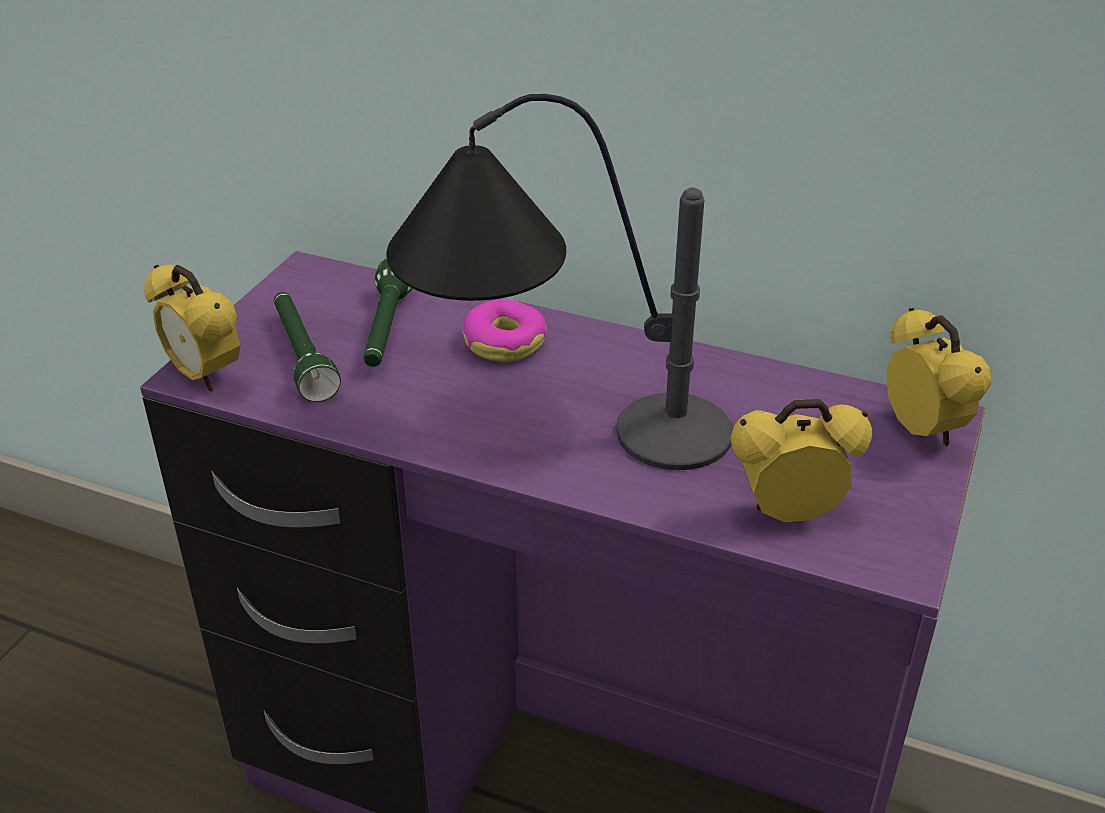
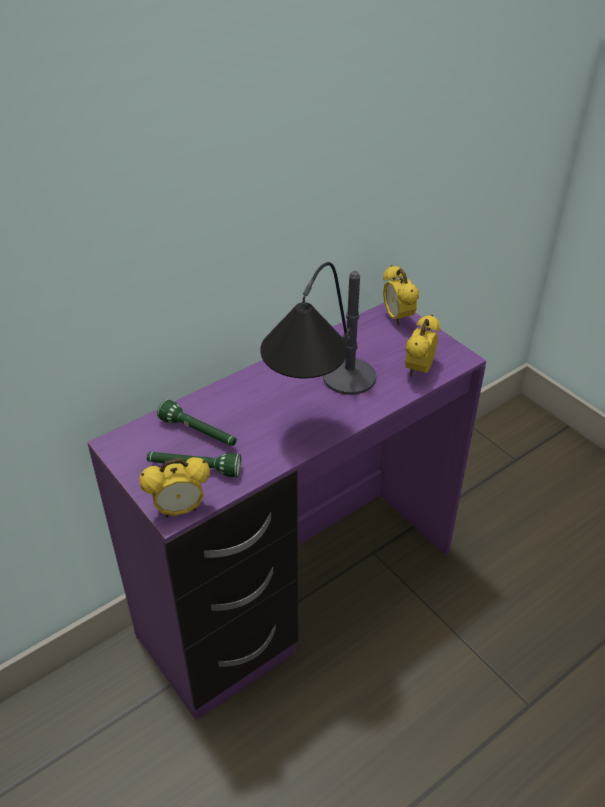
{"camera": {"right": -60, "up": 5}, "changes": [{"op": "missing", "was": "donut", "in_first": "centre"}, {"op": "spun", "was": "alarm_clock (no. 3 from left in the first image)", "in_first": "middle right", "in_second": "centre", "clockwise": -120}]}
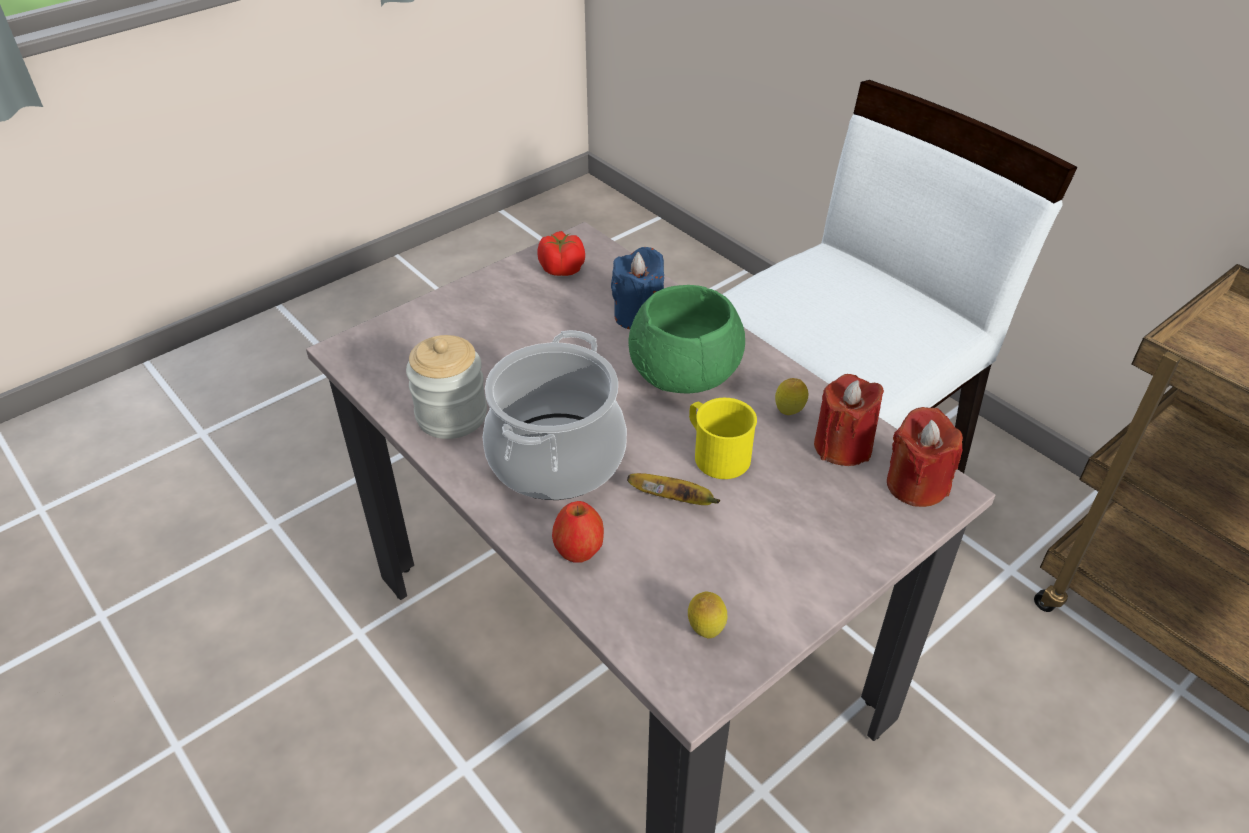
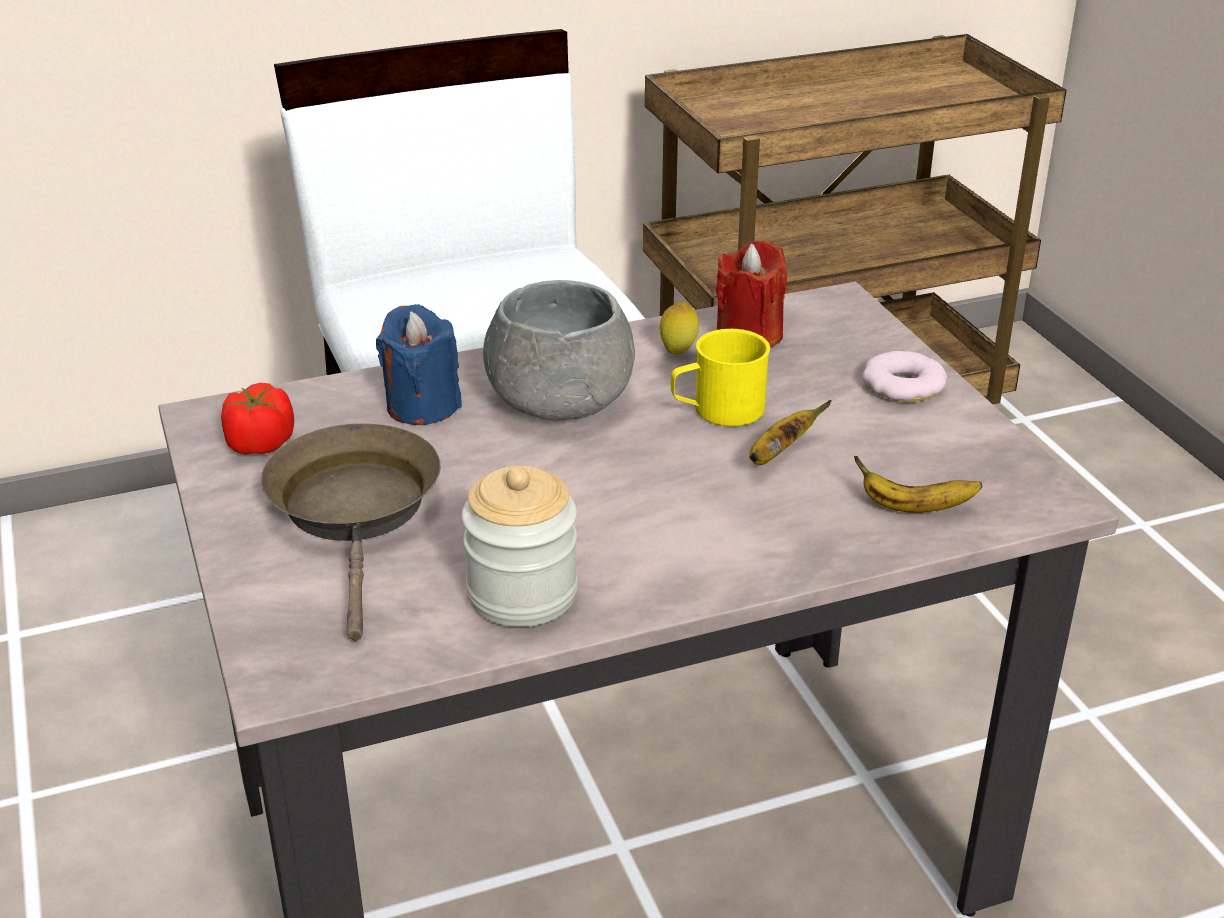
{"camera": {"right": -70, "up": -10}, "changes": [{"op": "missing", "was": "cooking_pot", "in_first": "centre"}, {"op": "missing", "was": "apple", "in_first": "centre"}, {"op": "missing", "was": "lemon (no. 1 from left)", "in_first": "bottom centre"}, {"op": "missing", "was": "red_candle (no. 2 from left)", "in_first": "middle right"}, {"op": "appeared", "now": "brown_frying_pan", "in_second": "middle left"}, {"op": "appeared", "now": "banana (no. 2 from left)", "in_second": "middle right"}, {"op": "appeared", "now": "donut", "in_second": "middle right"}, {"op": "colour", "was": "green_bowl", "now": "grey_bowl", "in_first": "centre", "in_second": "centre"}]}
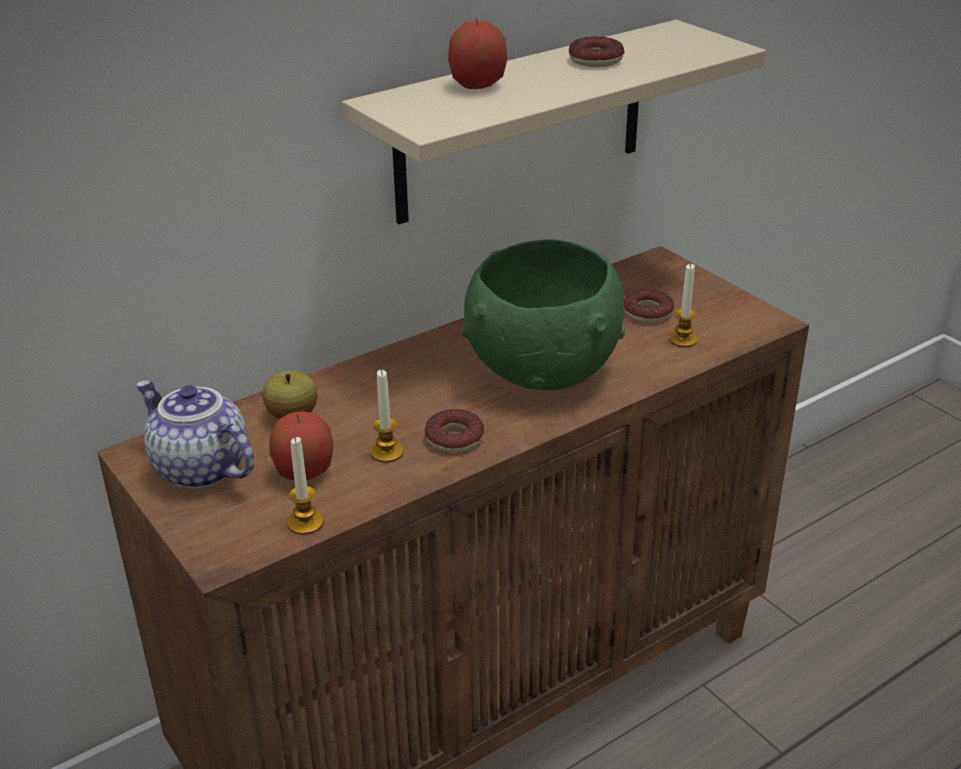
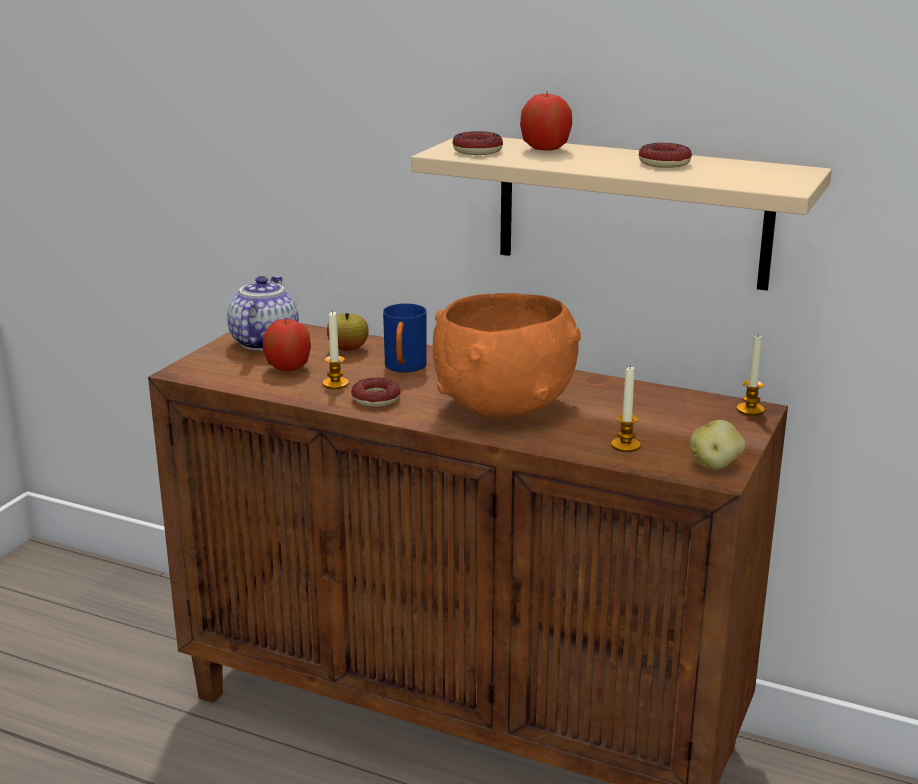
{"camera": {"right": 60, "up": -10}, "changes": [{"op": "appeared", "now": "blue_mug", "in_second": "centre"}, {"op": "appeared", "now": "potato", "in_second": "middle right"}, {"op": "relocated", "was": "candle (no. 1 from left in the first image)", "now": "candle (no. 3 from left)", "in_first": "middle left", "in_second": "middle right"}, {"op": "relocated", "was": "donut (no. 3 from left in the first image)", "now": "donut (no. 2 from left)", "in_first": "middle right", "in_second": "top centre"}, {"op": "colour", "was": "green_bowl", "now": "orange_bowl", "in_first": "centre", "in_second": "centre"}]}
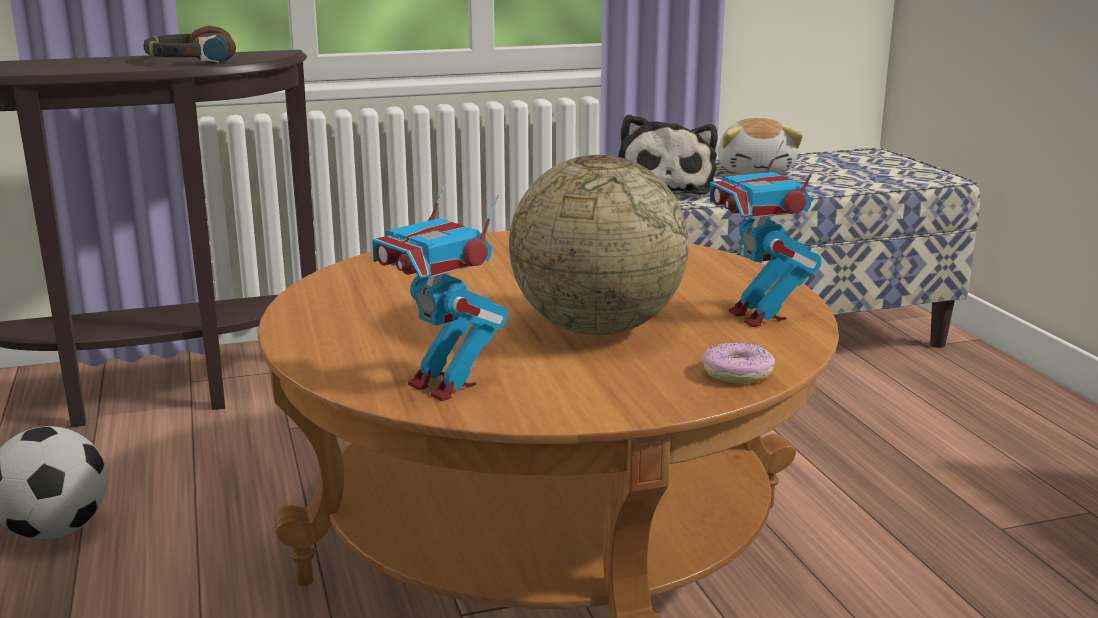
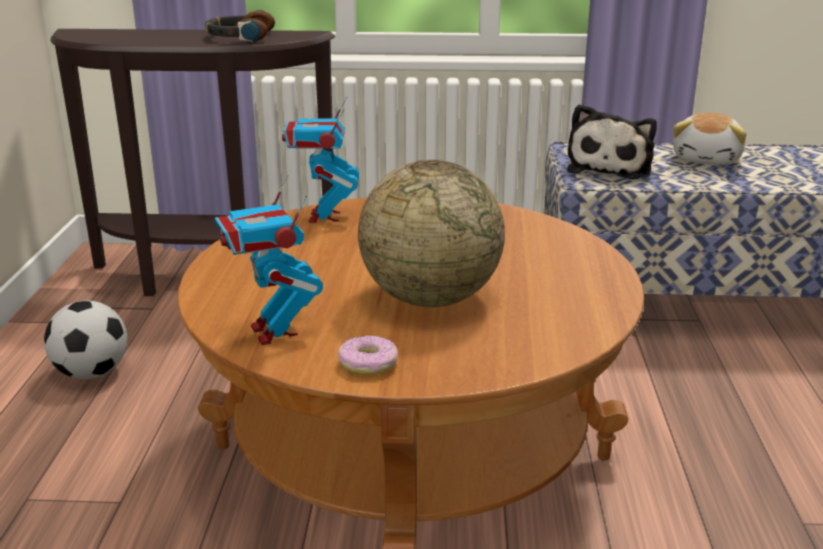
{"camera": {"right": 20, "up": 5}, "changes": [{"op": "relocated", "was": "donut", "in_first": "middle right", "in_second": "centre"}, {"op": "relocated", "was": "toy_robot (no. 2 from left)", "in_first": "middle right", "in_second": "top centre"}]}
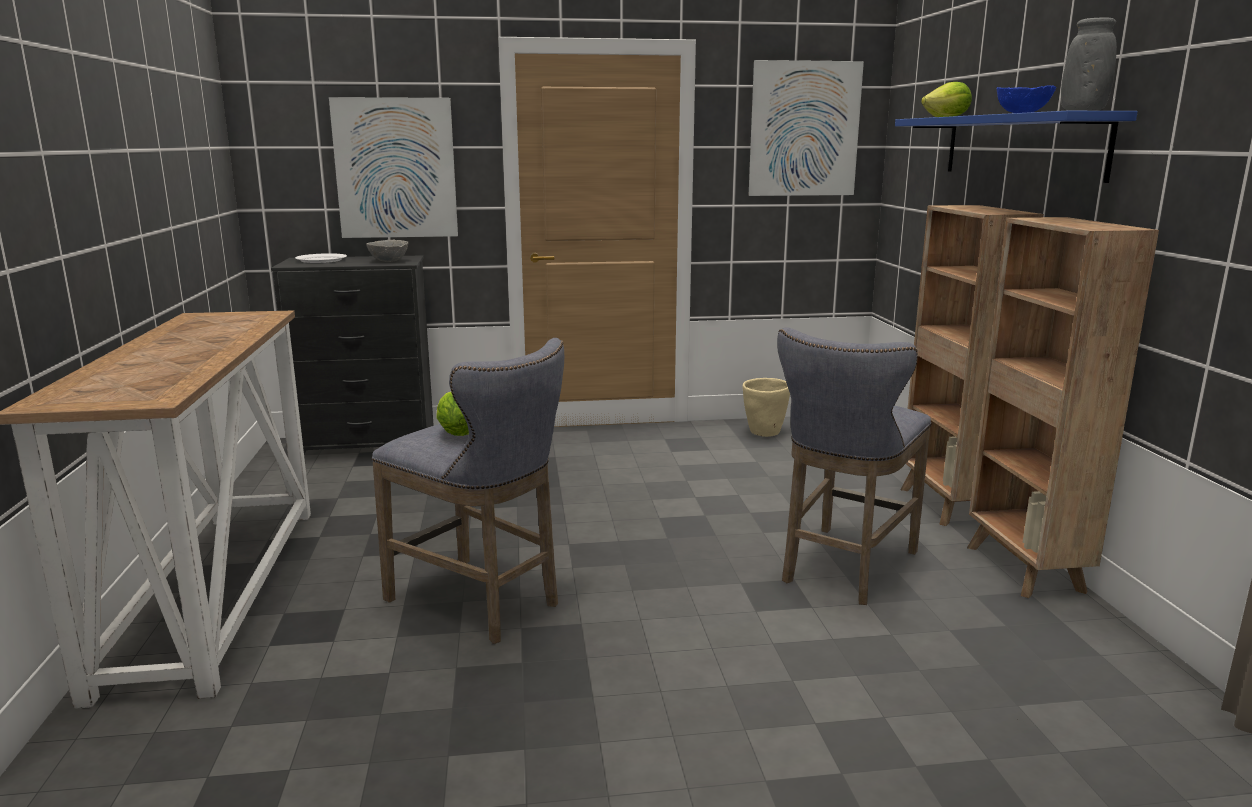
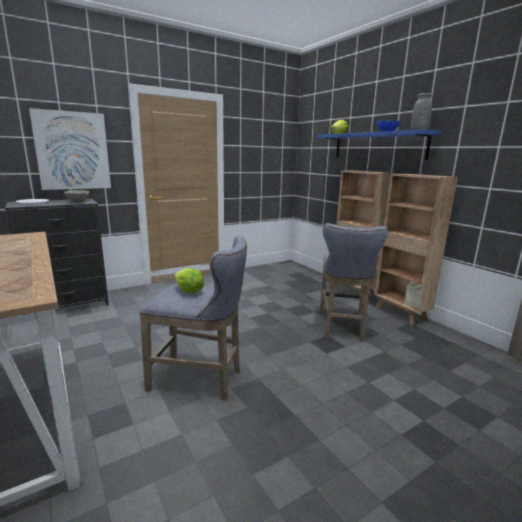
{"camera": {"right": -25, "up": 0}, "changes": [{"op": "missing", "was": "beige_planter", "in_first": "centre"}, {"op": "missing", "was": "picture (no. 2 from left)", "in_first": "top centre"}]}
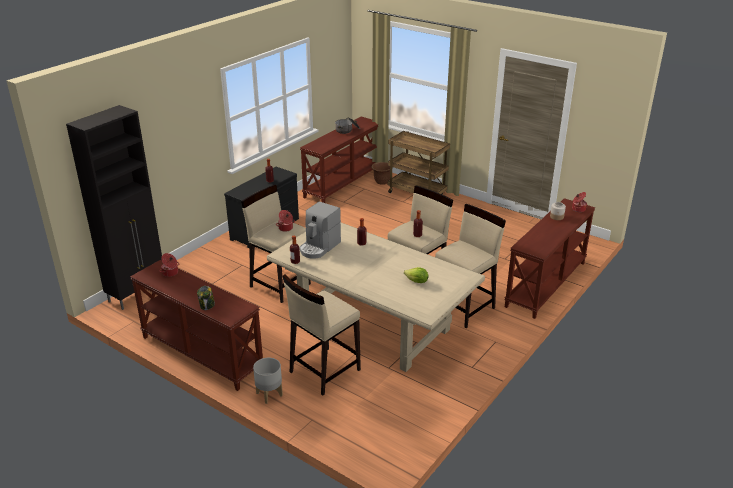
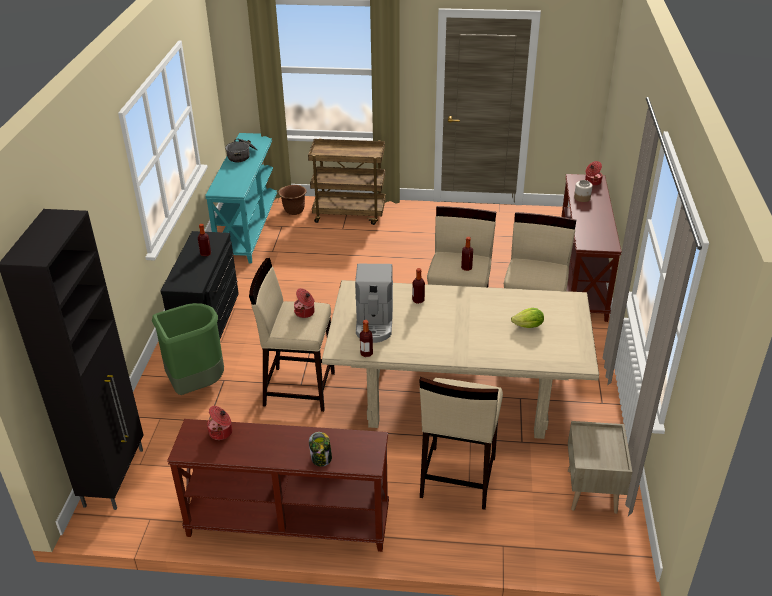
{"camera": {"right": -30, "up": 5}, "changes": [{"op": "missing", "was": "grey_planter", "in_first": "bottom centre"}, {"op": "appeared", "now": "green_trash_can", "in_second": "middle left"}, {"op": "appeared", "now": "beige_nightstand", "in_second": "bottom right"}, {"op": "colour", "was": "brown_console_table (no. 2 from left)", "now": "turquoise_console_table", "in_first": "top centre", "in_second": "top left"}]}
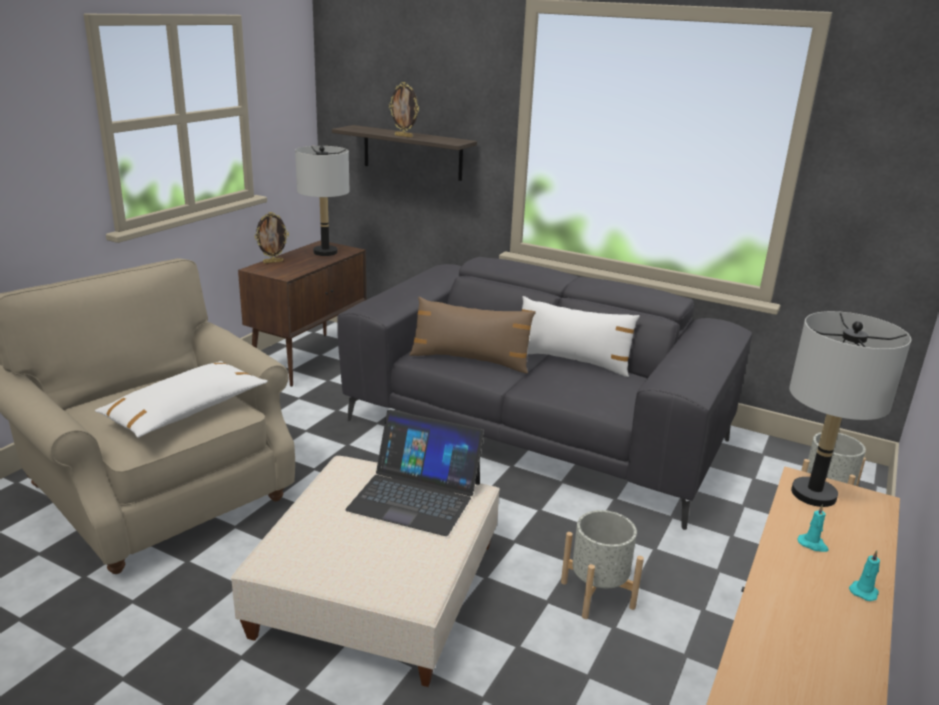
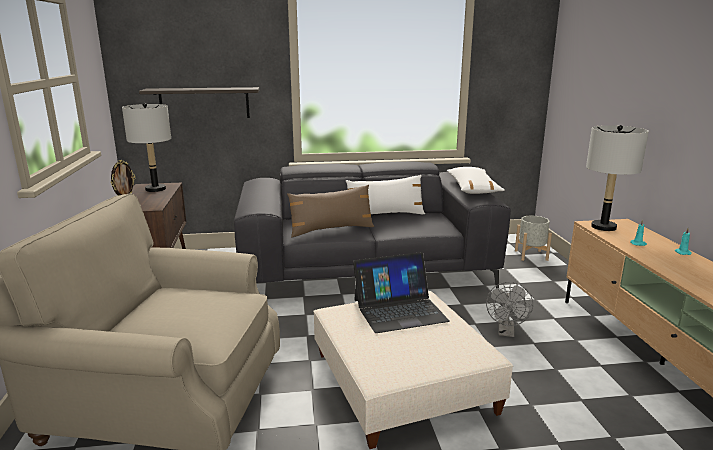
{"camera": {"right": -35, "up": -5}, "changes": [{"op": "missing", "was": "picture_frame (no. 2 from left)", "in_first": "top centre"}, {"op": "relocated", "was": "white_pillow (no. 1 from left in the first image)", "now": "white_pillow (no. 2 from left)", "in_first": "middle left", "in_second": "middle right"}, {"op": "exchanged", "was": "grey_planter (no. 1 from left)", "now": "grey_fan", "in_first": "bottom centre", "in_second": "bottom right"}]}
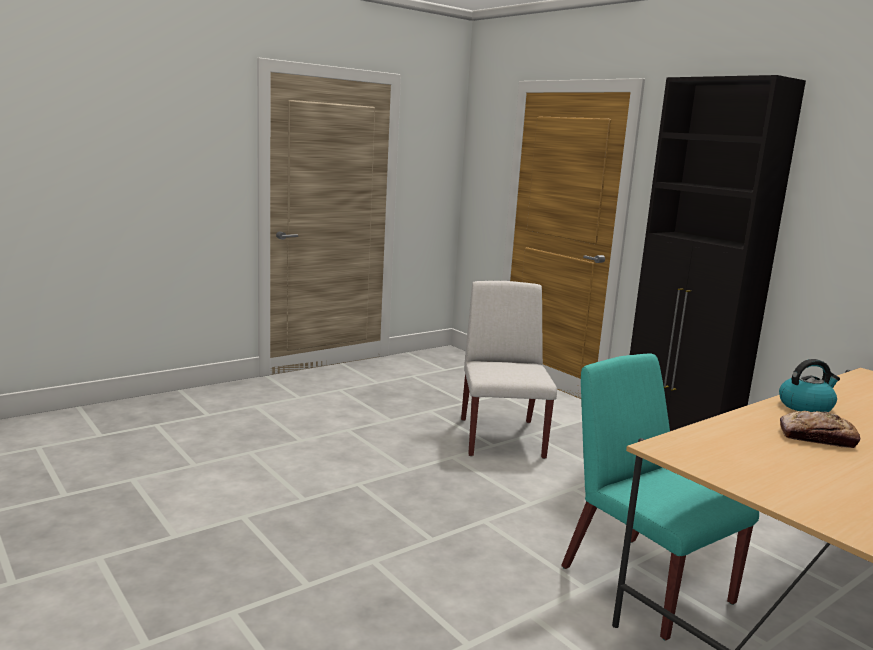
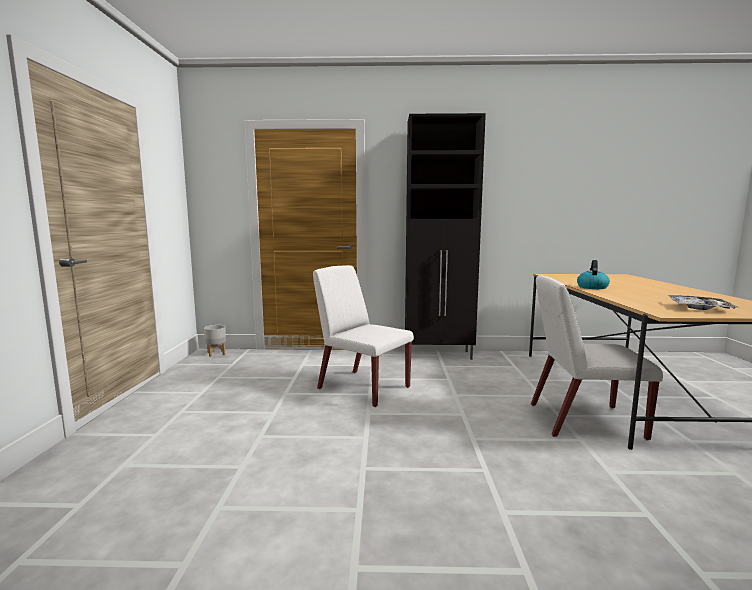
{"camera": {"right": -50, "up": -5}, "changes": [{"op": "missing", "was": "bread", "in_first": "middle right"}, {"op": "appeared", "now": "grey_planter", "in_second": "middle left"}, {"op": "appeared", "now": "tray", "in_second": "middle right"}, {"op": "colour", "was": "turquoise_chair", "now": "white_chair (no. 2 from left)", "in_first": "bottom right", "in_second": "middle right"}]}
